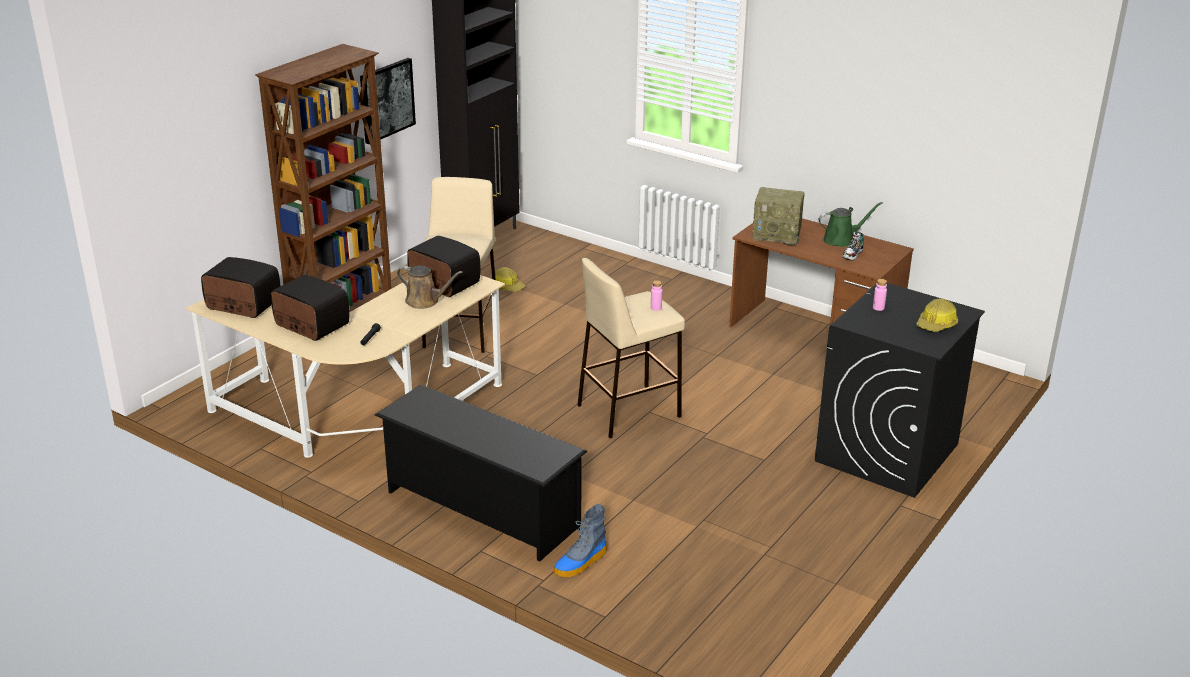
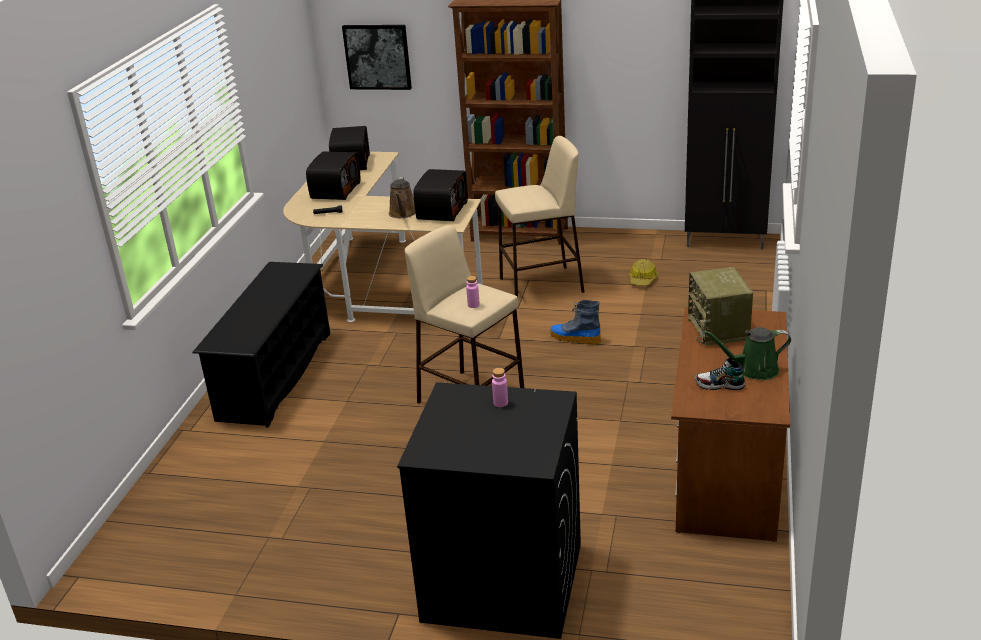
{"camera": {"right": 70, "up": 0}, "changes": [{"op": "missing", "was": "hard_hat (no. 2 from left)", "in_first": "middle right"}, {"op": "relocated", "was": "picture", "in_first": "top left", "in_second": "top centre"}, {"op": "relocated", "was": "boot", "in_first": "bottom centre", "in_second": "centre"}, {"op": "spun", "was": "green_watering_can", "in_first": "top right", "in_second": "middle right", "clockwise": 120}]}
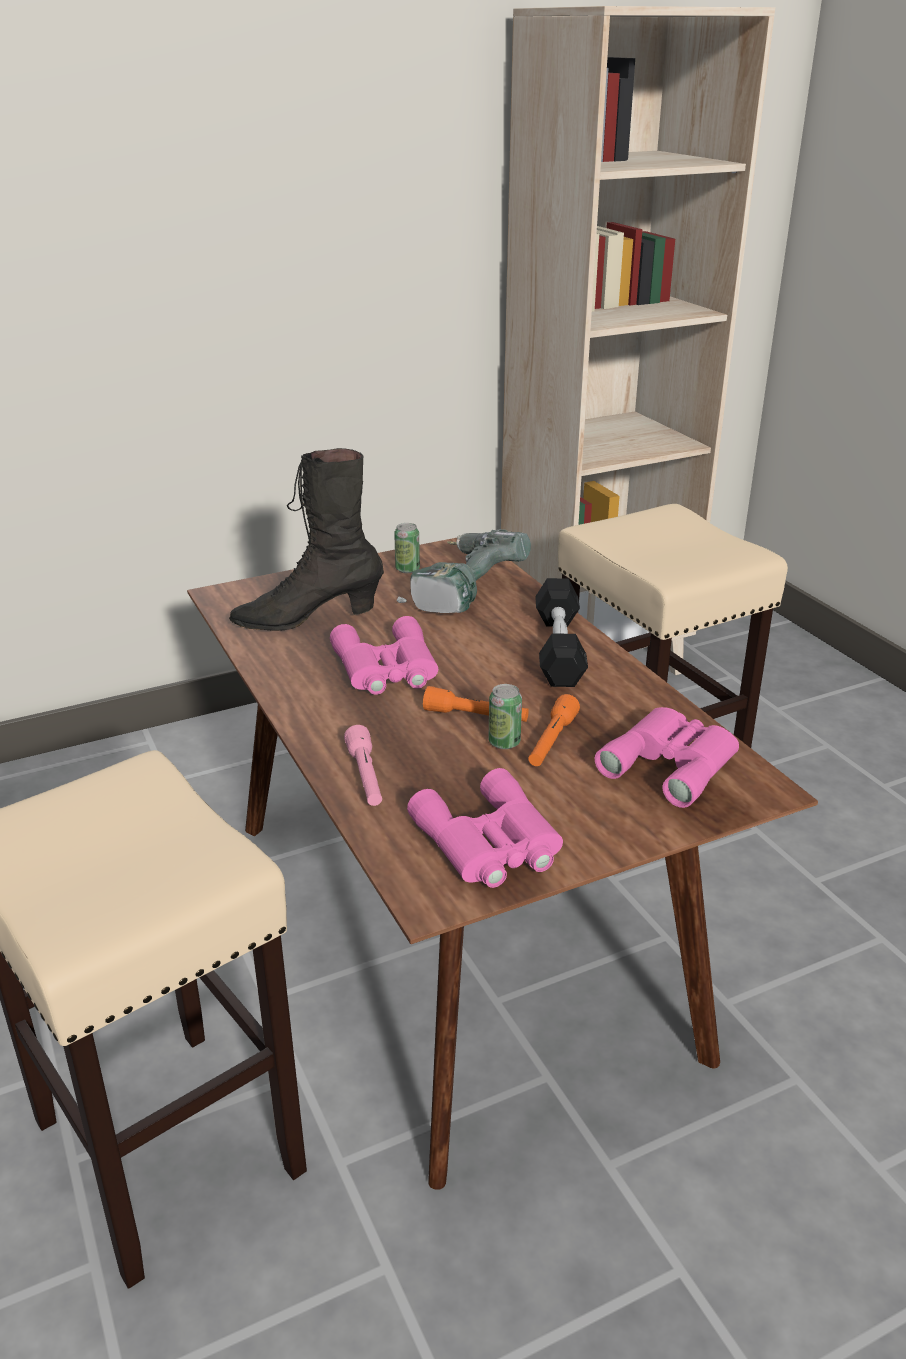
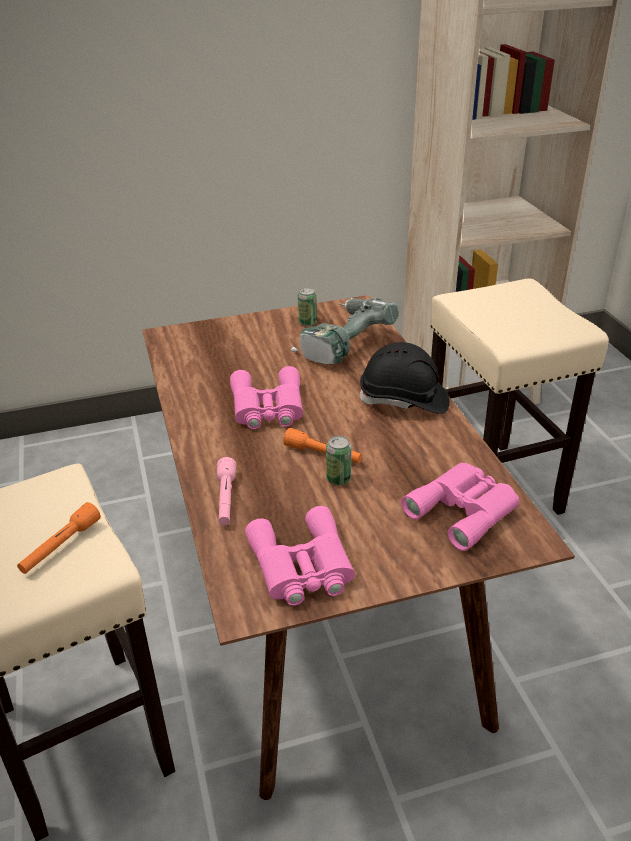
{"camera": {"right": 10, "up": 5}, "changes": [{"op": "missing", "was": "black_boot", "in_first": "centre"}, {"op": "relocated", "was": "orange_flashlight (no. 2 from left in the first image)", "now": "orange_flashlight (no. 1 from left)", "in_first": "centre", "in_second": "middle left"}, {"op": "exchanged", "was": "black_dumbbell", "now": "black_hard_hat", "in_first": "centre", "in_second": "centre"}]}
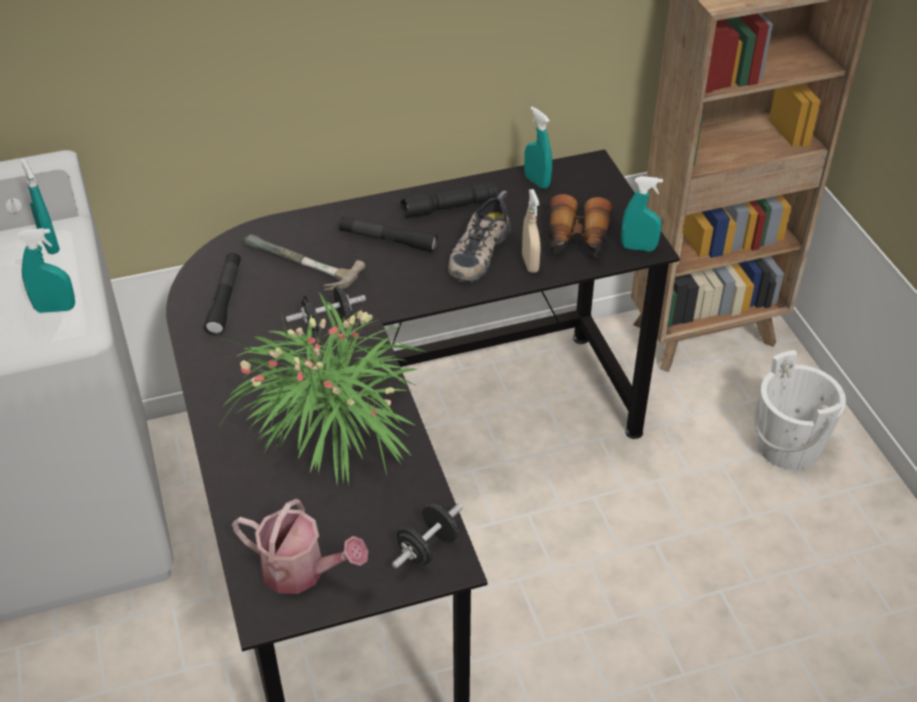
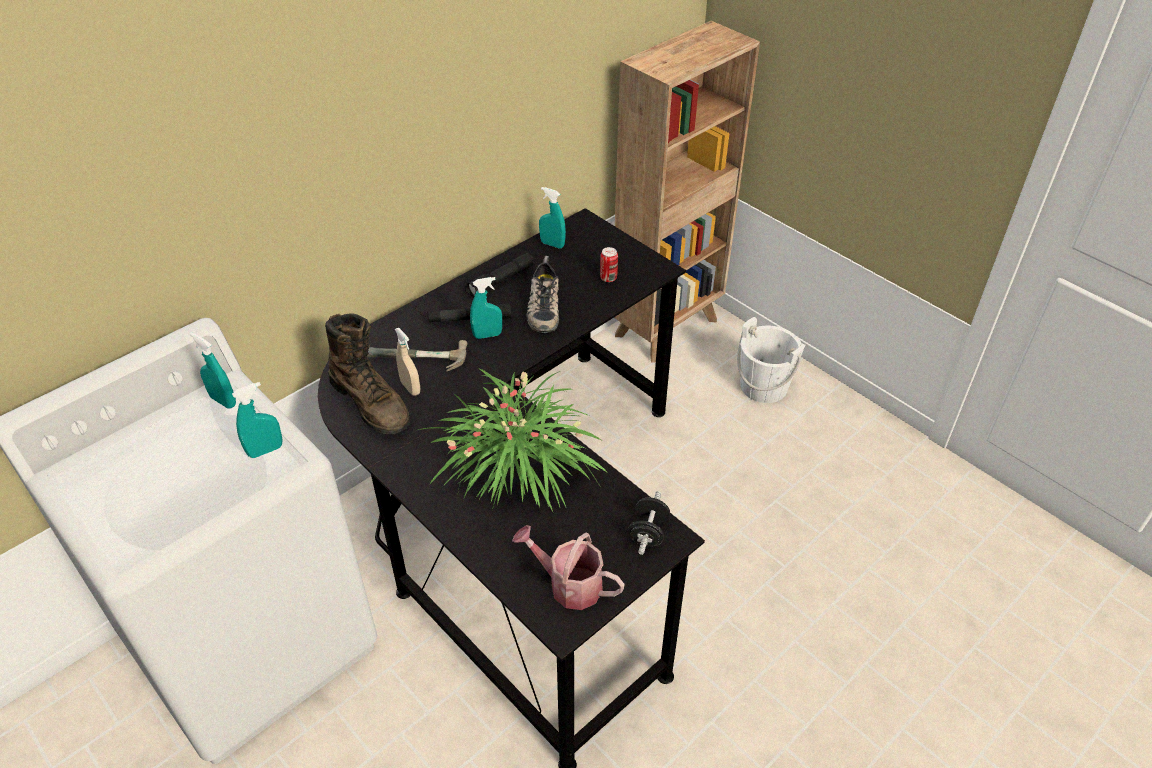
{"camera": {"right": -25, "up": 0}, "changes": [{"op": "missing", "was": "black_dumbbell (no. 1 from left)", "in_first": "centre"}, {"op": "relocated", "was": "beige_spray_bottle", "in_first": "top centre", "in_second": "centre"}, {"op": "relocated", "was": "turquoise_spray_bottle (no. 4 from left in the first image)", "now": "turquoise_spray_bottle (no. 3 from left)", "in_first": "top right", "in_second": "centre"}, {"op": "exchanged", "was": "black_flashlight (no. 1 from left)", "now": "brown_boot", "in_first": "middle left", "in_second": "middle left"}, {"op": "exchanged", "was": "binoculars", "now": "can", "in_first": "top centre", "in_second": "centre"}, {"op": "spun", "was": "watering_can", "in_first": "bottom left", "in_second": "bottom centre", "clockwise": -150}]}
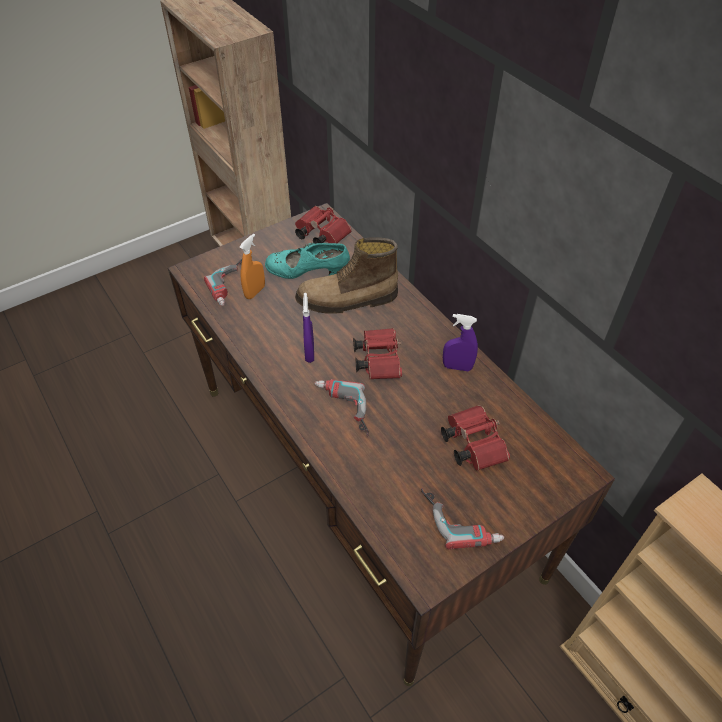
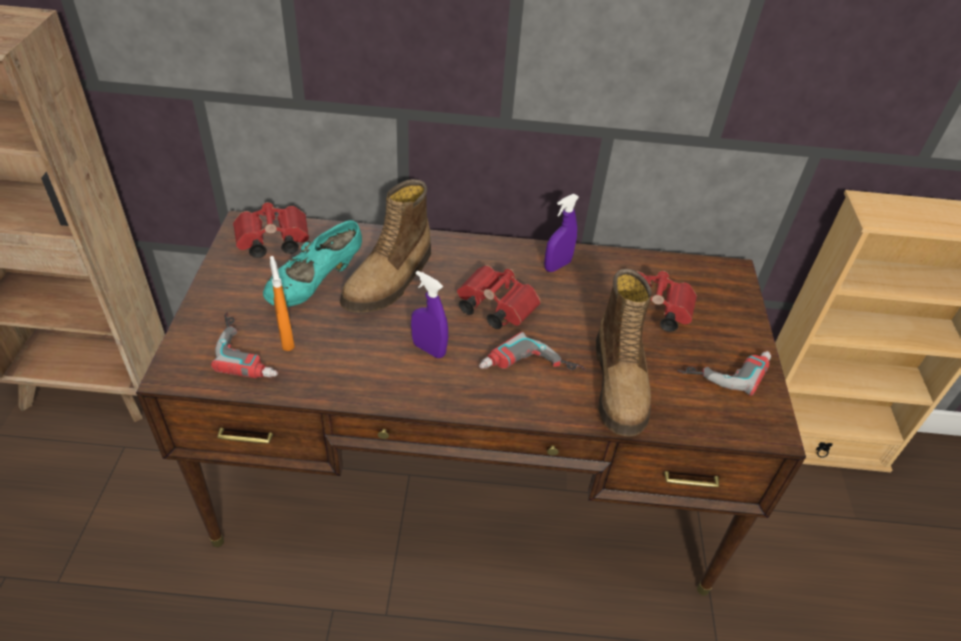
{"camera": {"right": -55, "up": -5}, "changes": [{"op": "appeared", "now": "boot (no. 2 from left)", "in_second": "centre"}]}
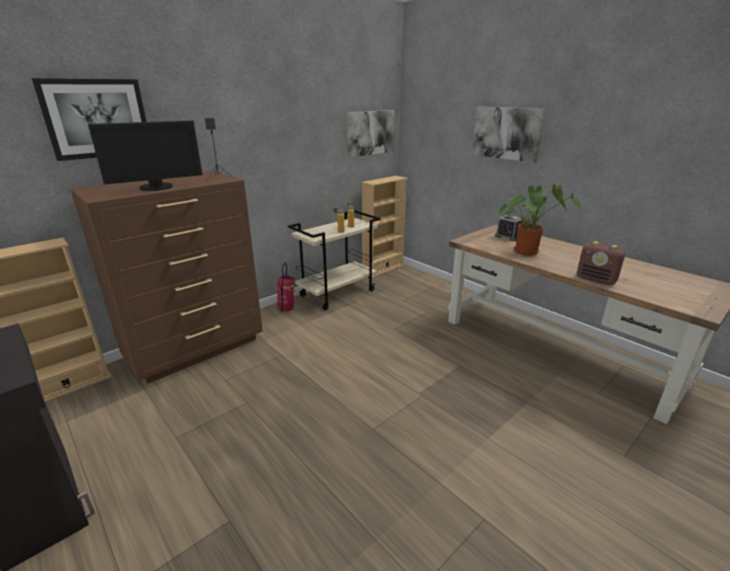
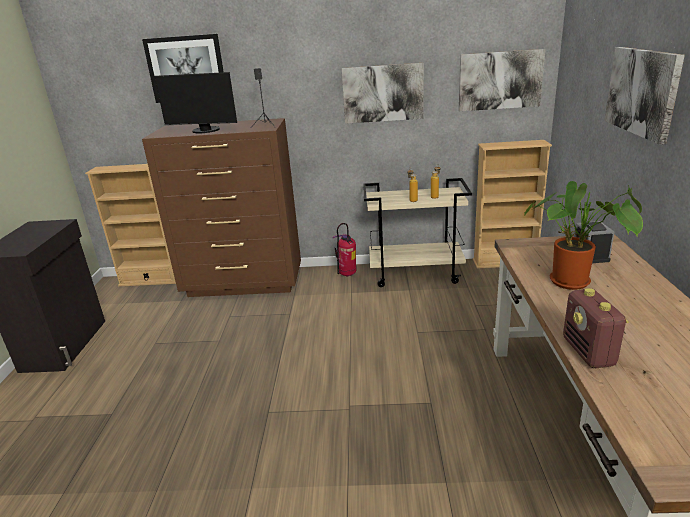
{"camera": {"right": 45, "up": 0}, "changes": [{"op": "appeared", "now": "picture (no. 2 from left)", "in_second": "top centre"}]}
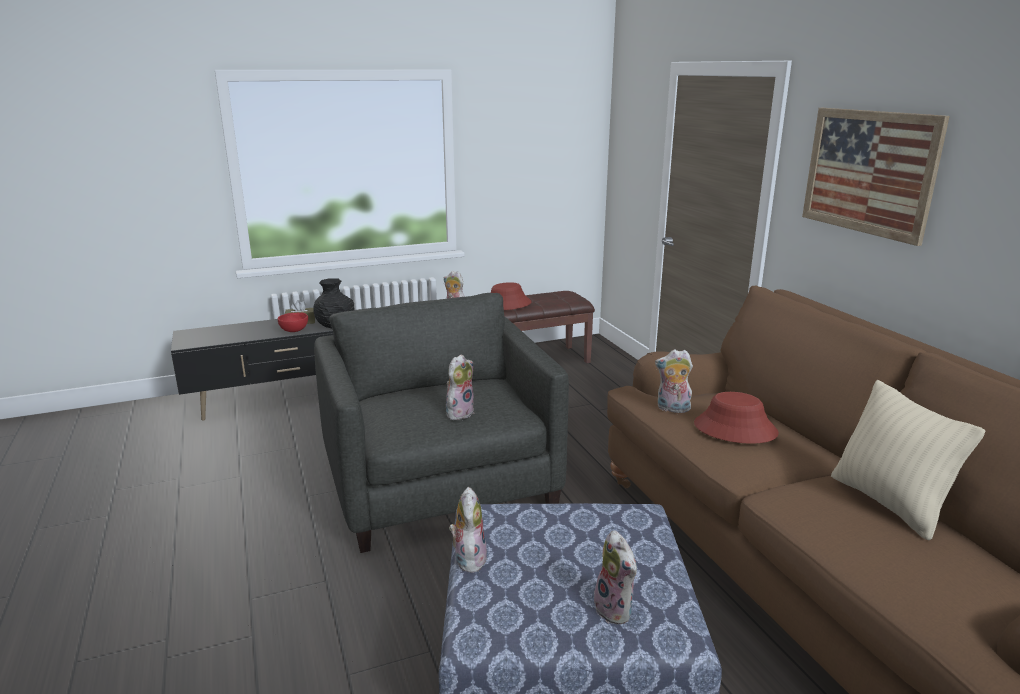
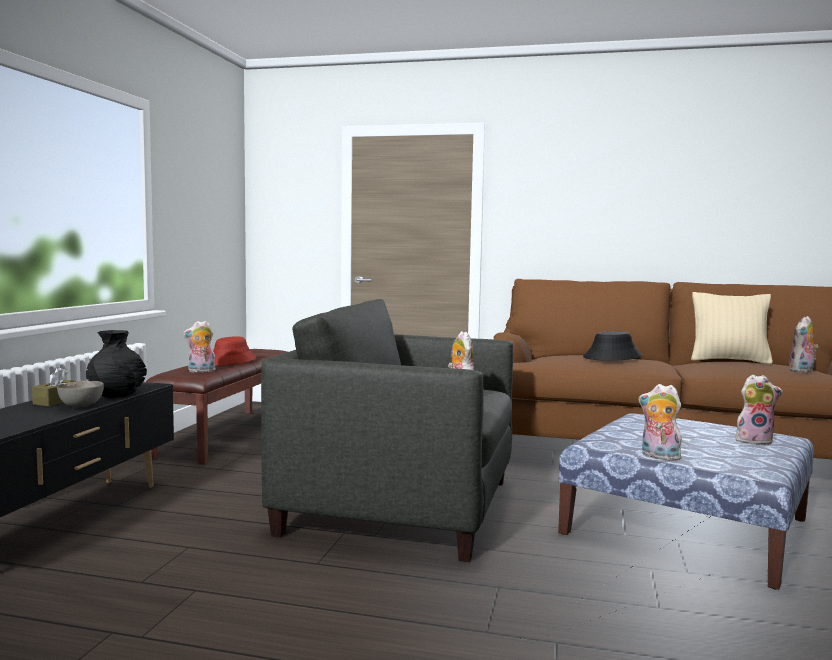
{"camera": {"right": -55, "up": -15}, "changes": [{"op": "missing", "was": "picture", "in_first": "top right"}, {"op": "relocated", "was": "plush_toy (no. 5 from left)", "in_first": "centre", "in_second": "middle right"}, {"op": "colour", "was": "red_bowl", "now": "grey_bowl", "in_first": "middle left", "in_second": "middle left"}, {"op": "colour", "was": "red_hat (no. 2 from left)", "now": "black_hat", "in_first": "middle right", "in_second": "middle right"}]}
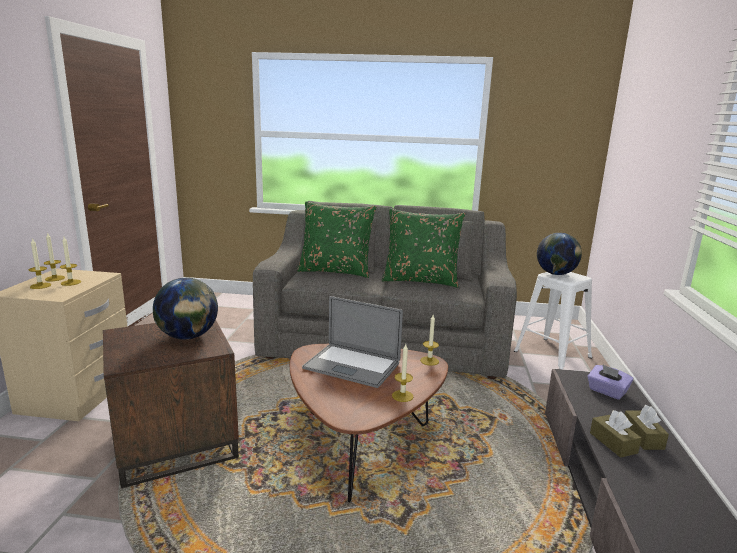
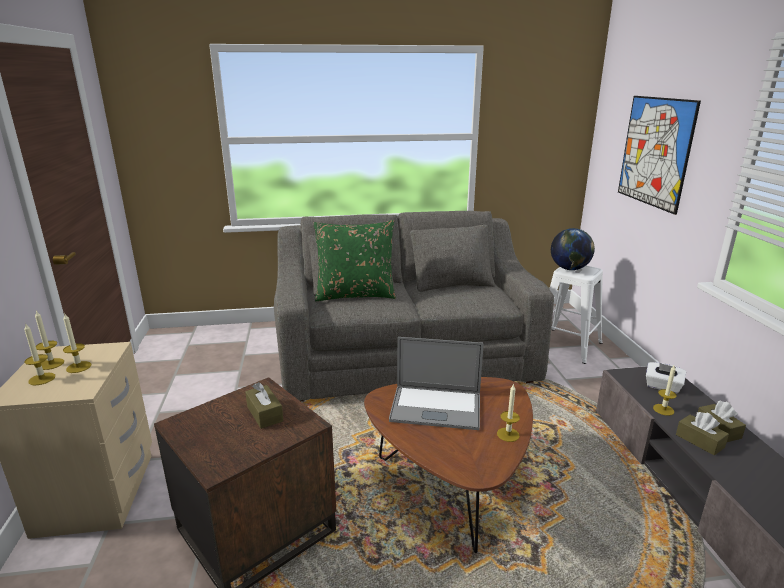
{"camera": {"right": -15, "up": 5}, "changes": [{"op": "missing", "was": "green_pillow (no. 2 from left)", "in_first": "centre"}, {"op": "appeared", "now": "picture", "in_second": "top right"}, {"op": "relocated", "was": "candle (no. 5 from left)", "in_first": "centre", "in_second": "middle right"}, {"op": "exchanged", "was": "globe (no. 1 from left)", "now": "brown_tissue_box (no. 1 from left)", "in_first": "middle left", "in_second": "bottom centre"}, {"op": "colour", "was": "purple_tissue_box", "now": "white_tissue_box", "in_first": "bottom right", "in_second": "middle right"}]}
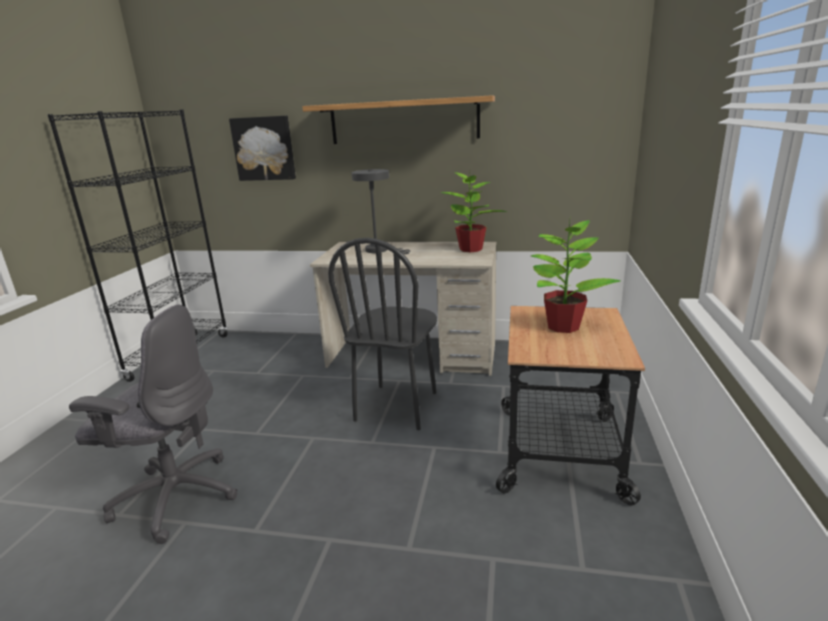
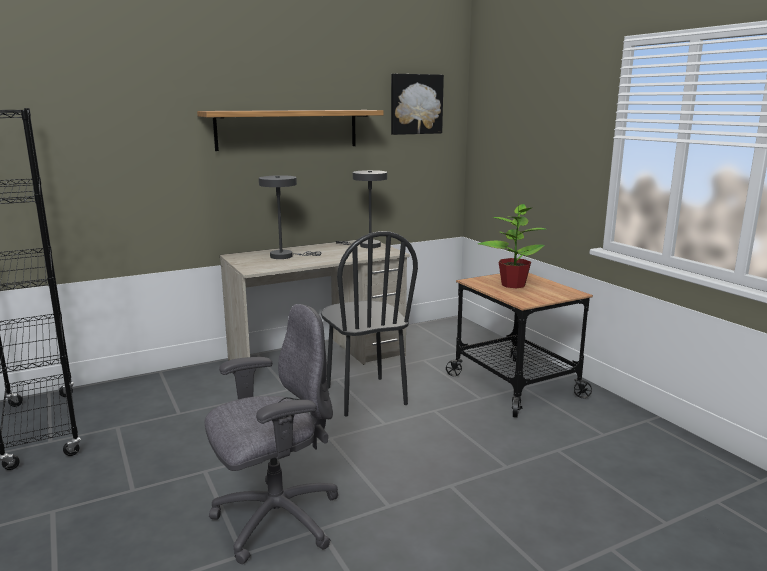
{"camera": {"right": -40, "up": -5}, "changes": [{"op": "relocated", "was": "picture", "in_first": "top left", "in_second": "top centre"}, {"op": "exchanged", "was": "potted_plant (no. 1 from left)", "now": "grey_table_lamp (no. 2 from left)", "in_first": "centre", "in_second": "centre"}]}
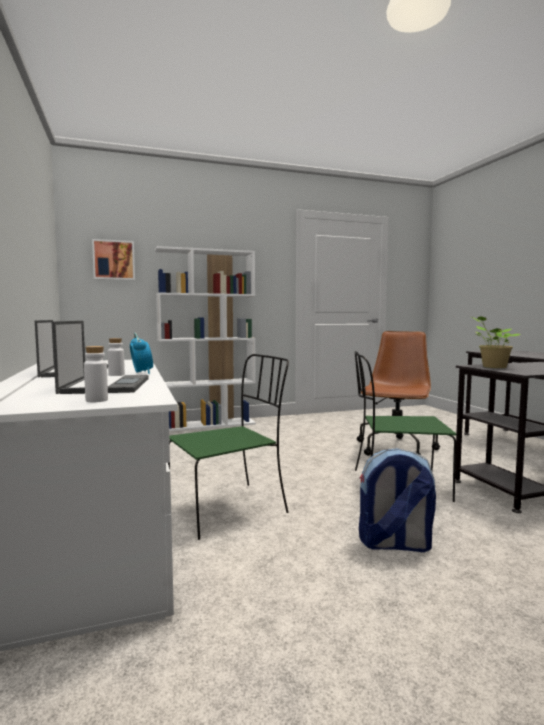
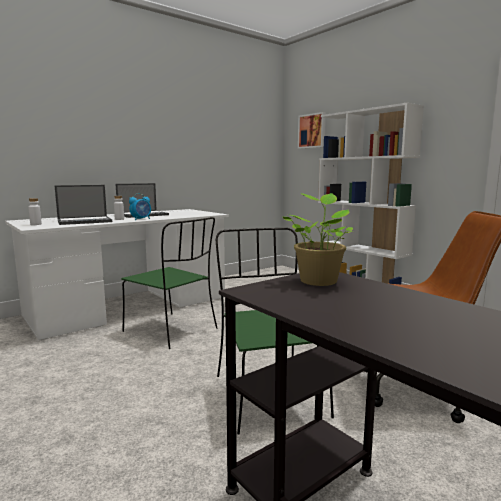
{"camera": {"right": 70, "up": 5}, "changes": [{"op": "missing", "was": "backpack", "in_first": "bottom right"}]}
